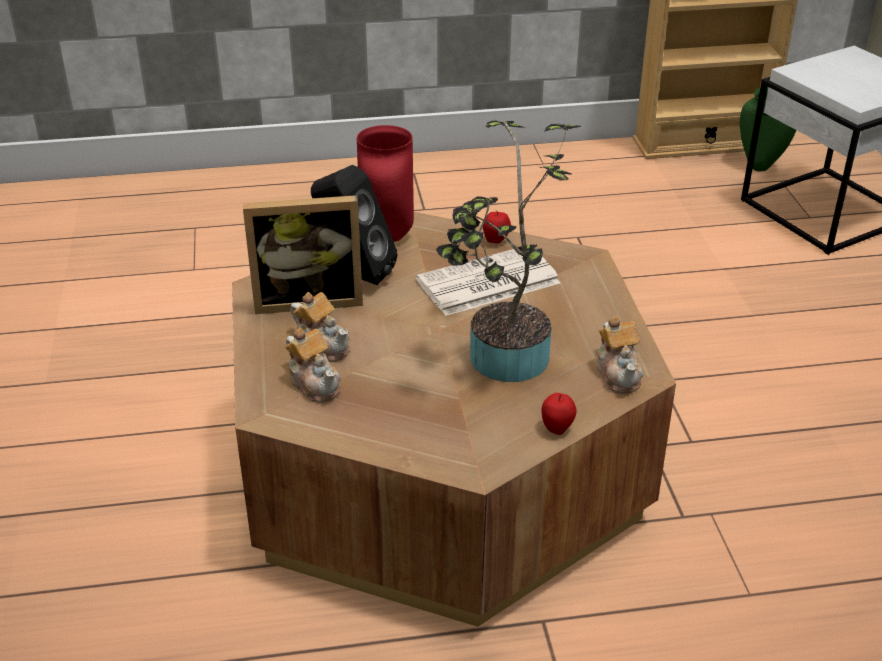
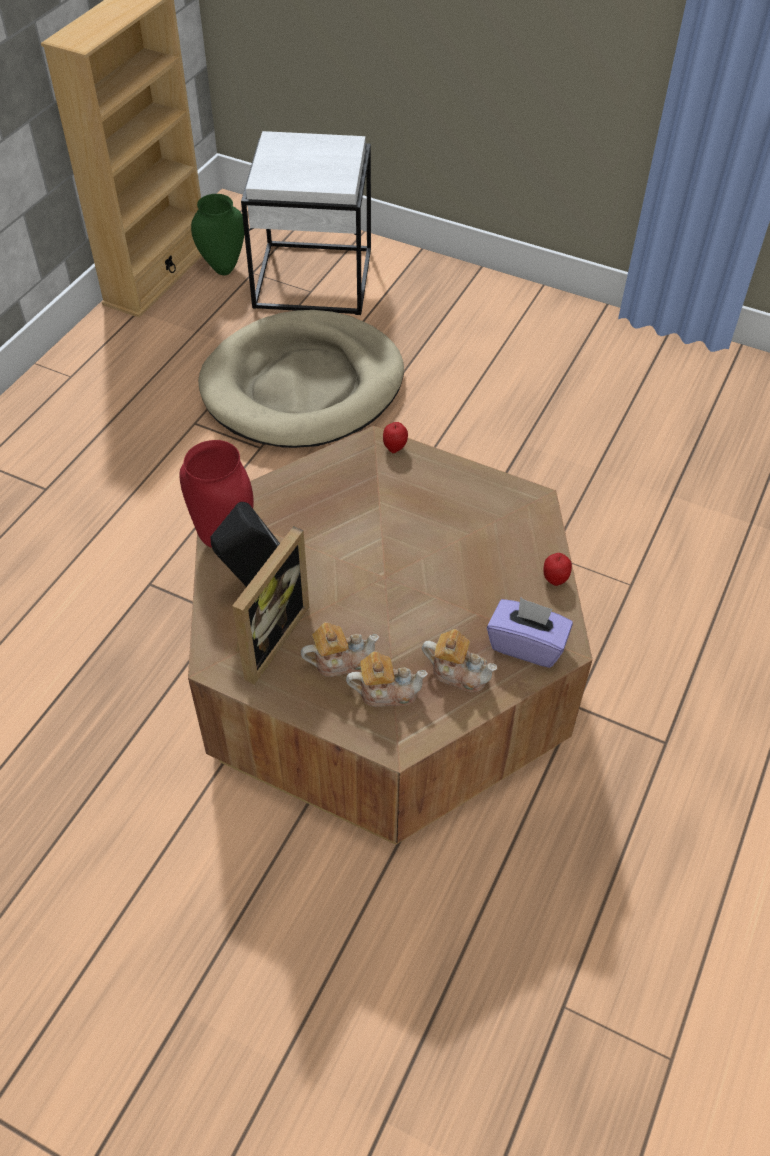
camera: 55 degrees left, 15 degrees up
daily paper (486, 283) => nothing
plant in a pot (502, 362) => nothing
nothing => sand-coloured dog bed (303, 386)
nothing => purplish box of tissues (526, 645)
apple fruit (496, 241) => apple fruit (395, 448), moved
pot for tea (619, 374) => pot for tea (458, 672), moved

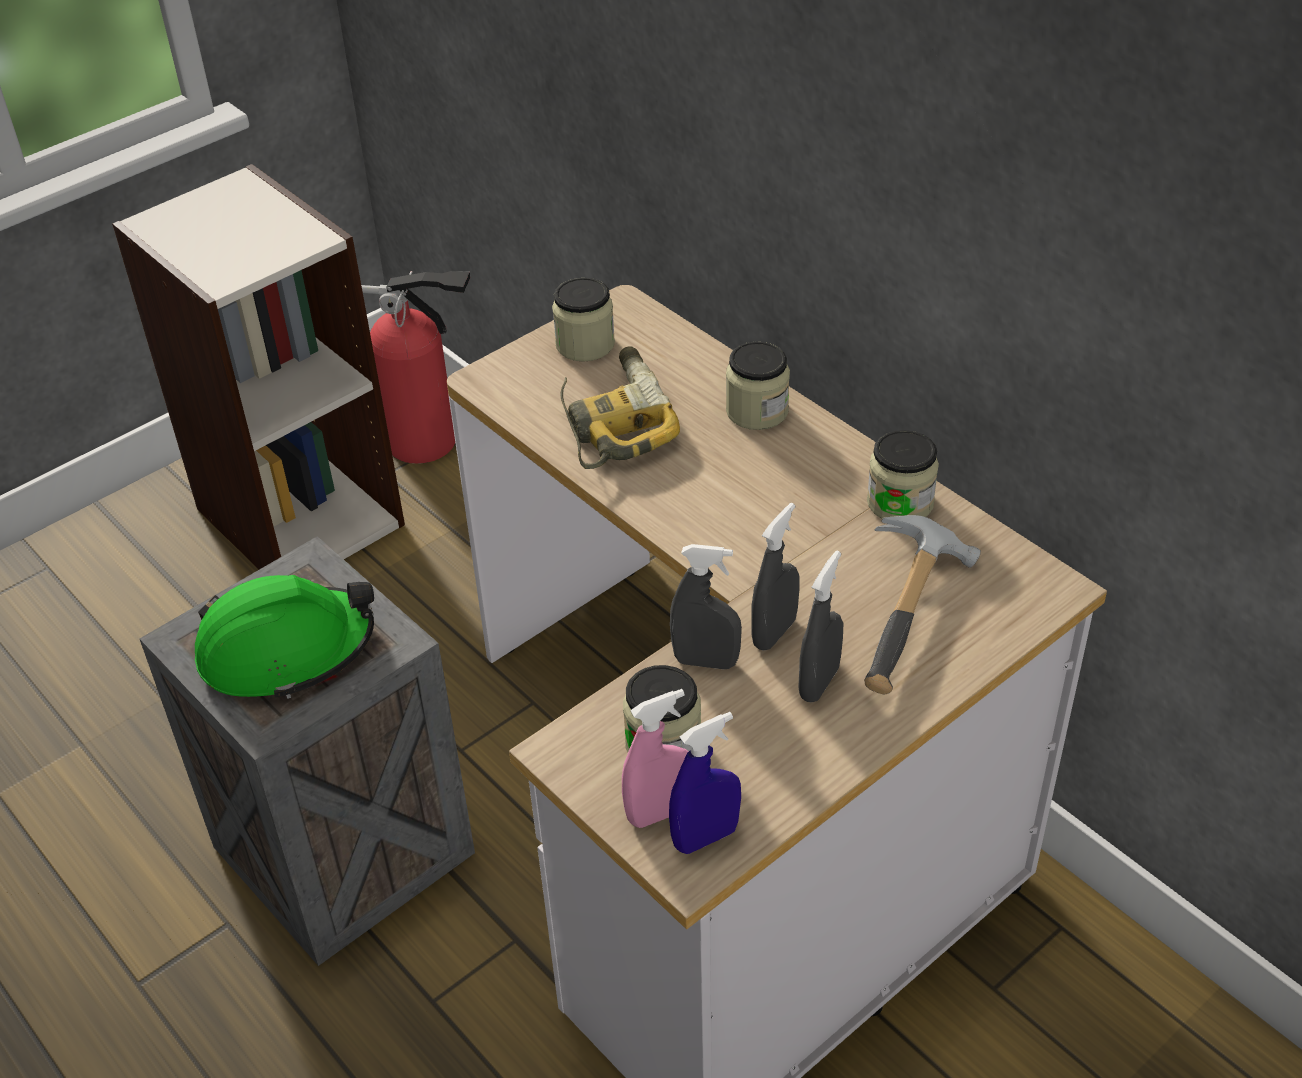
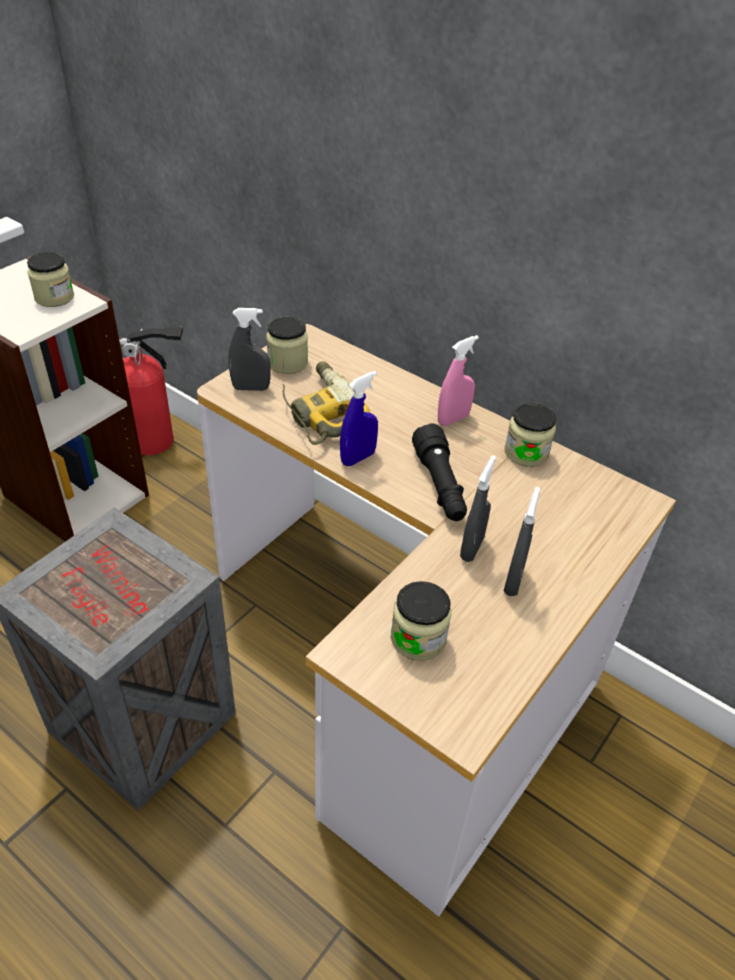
camera: 15 degrees left, 0 degrees up
green hard hat (287, 650) => nothing
tool hammer (916, 616) => nothing
nothing => blackish hand torch (440, 486)
pink-coloured spray bottle (660, 813) => pink-coloured spray bottle (453, 419), moved
blue-coloured spray bottle (705, 837) => blue-coloured spray bottle (358, 458), moved
greyish spray bottle (706, 661) => greyish spray bottle (251, 388), moved
jar (757, 411) => jar (54, 297), moved

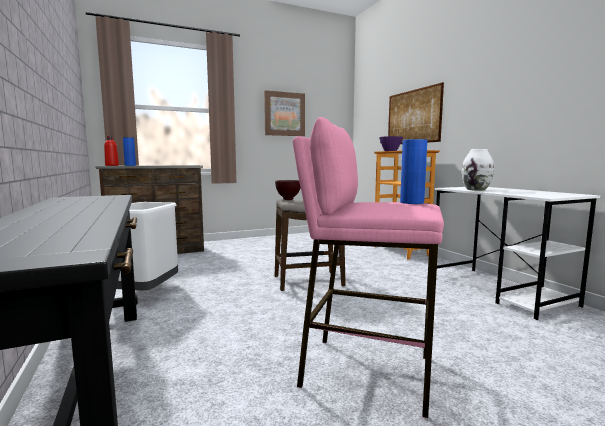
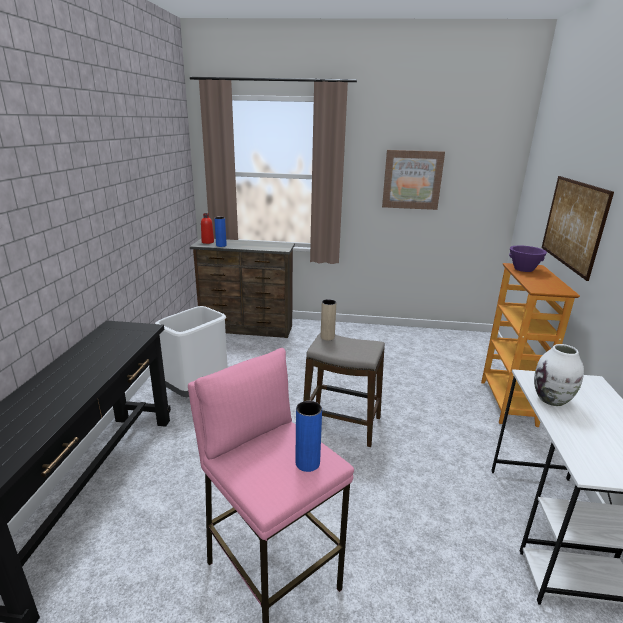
camera: 30 degrees right, 15 degrees up
brown-coloured bowl (288, 199) => sand-coloured flower vase (327, 337)

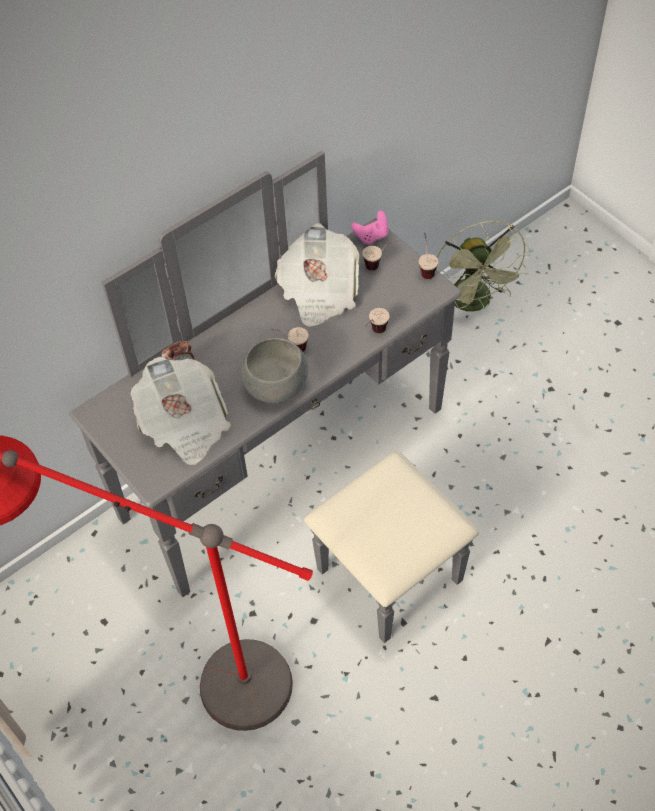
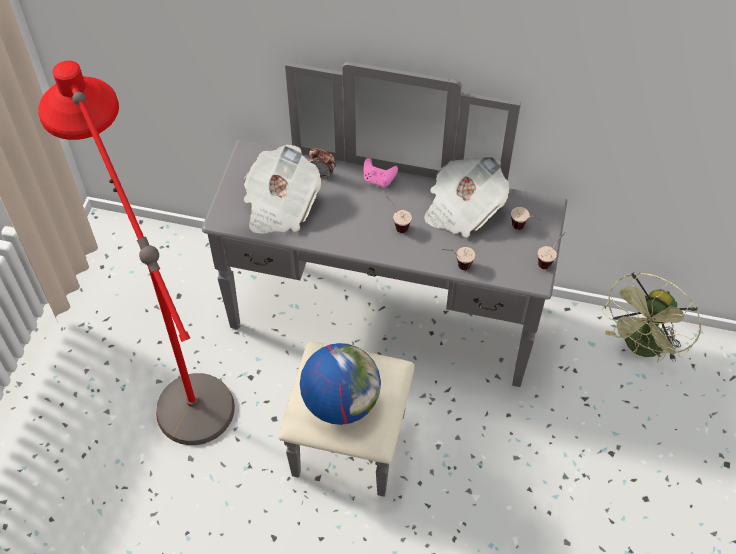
camera: 50 degrees right, 0 degrees up
greyish bowl (276, 386) => nothing
nothing => desk globe (341, 402)
pink-coloured joypad (371, 236) => pink-coloured joypad (378, 180), moved

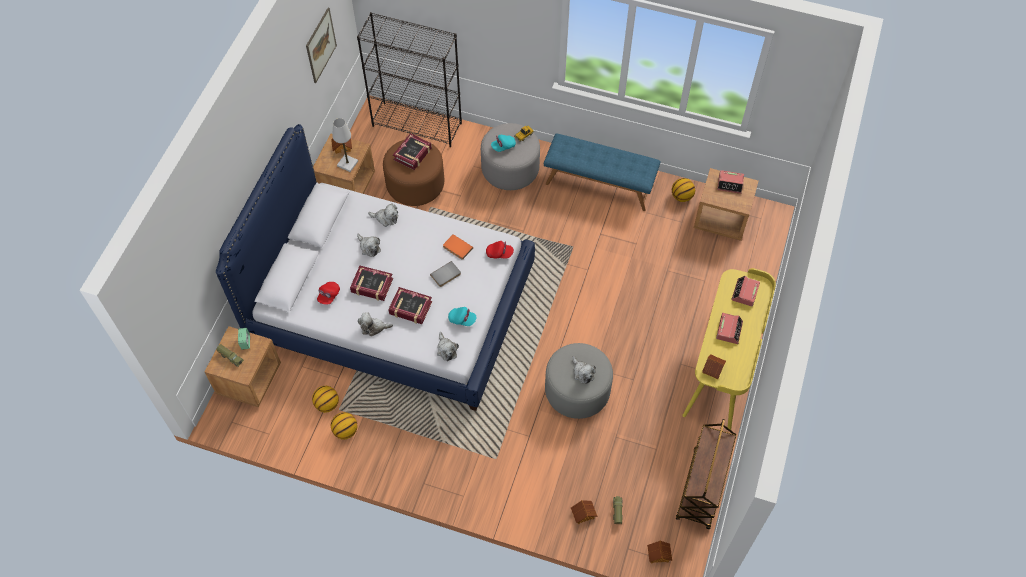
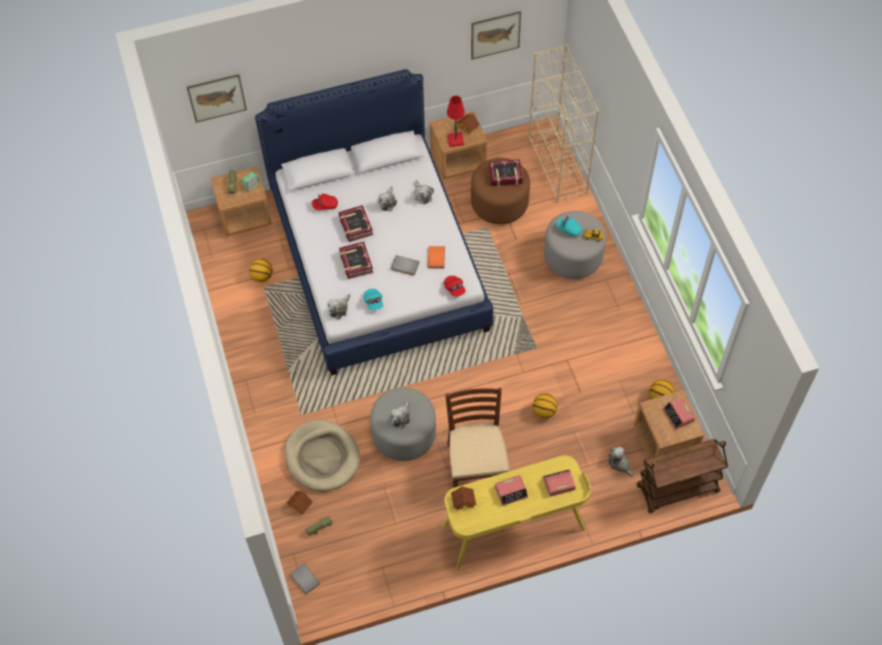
camera: 55 degrees right, 0 degrees up
blue-coloured indoor bench (599, 184) => nothing
nothing => wall art (217, 98)
nothing => sand-coloured dog bed (322, 457)
nothing => brown-coloured chair (476, 466)
basketball ball (345, 431) => basketball ball (544, 411), moved
soft toy (373, 327) => soft toy (619, 464), moved
brown-coloured trolley (701, 489) => brown-coloured trolley (677, 489), moved
model house (658, 555) => greyish book (304, 580)
whitish table lamp (347, 163) => red-coloured table lamp (455, 140)
blackish shelving unit (417, 124) => sand-coloured shelving unit (558, 166)

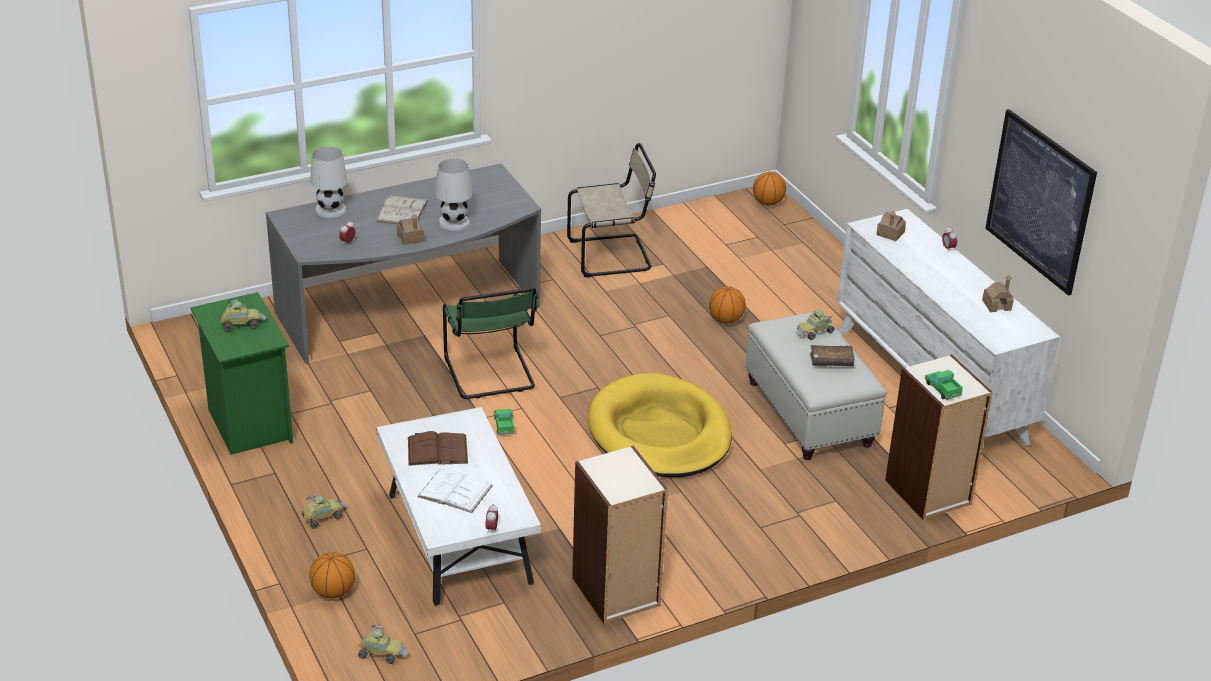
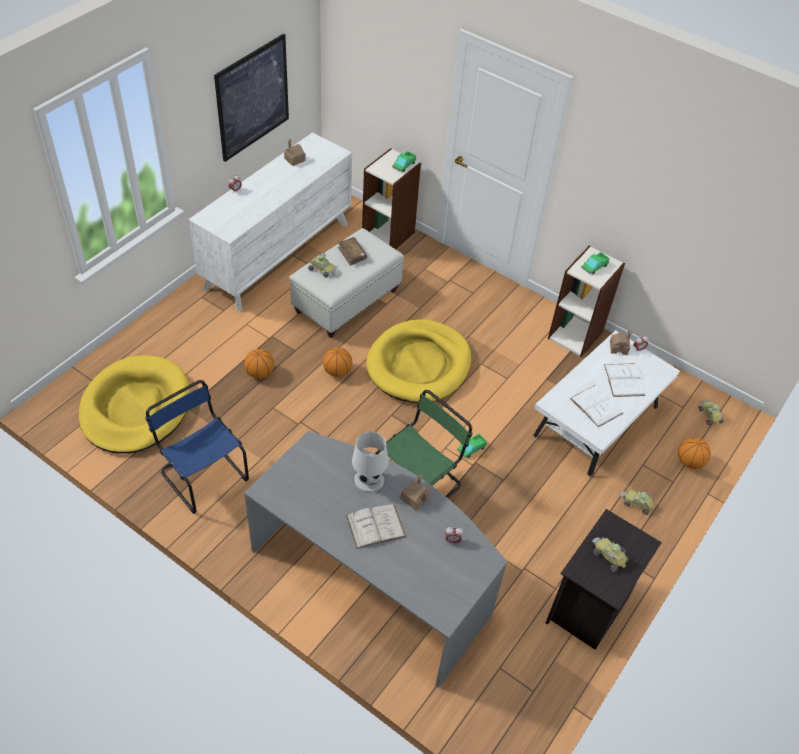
camera: 120 degrees left, 15 degrees up
whitish table lamp (331, 209) => nothing
nothing => yellow dog bed (136, 408)
nothing => toy truck (594, 267)
basketball ball (768, 203) => basketball ball (337, 371), moved
model house (890, 233) => model house (618, 348), moved
green nightstand (248, 424) => blackish nightstand (588, 609)
brown-coloured book (437, 450) => whitish book (596, 406)
sand-coloured chair (612, 255) => blue-coloured chair (202, 474)

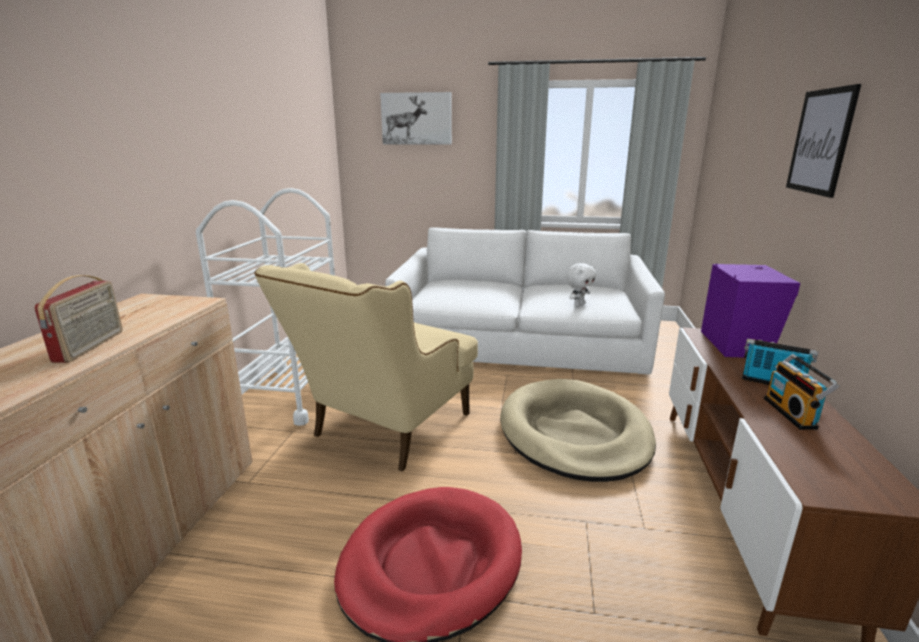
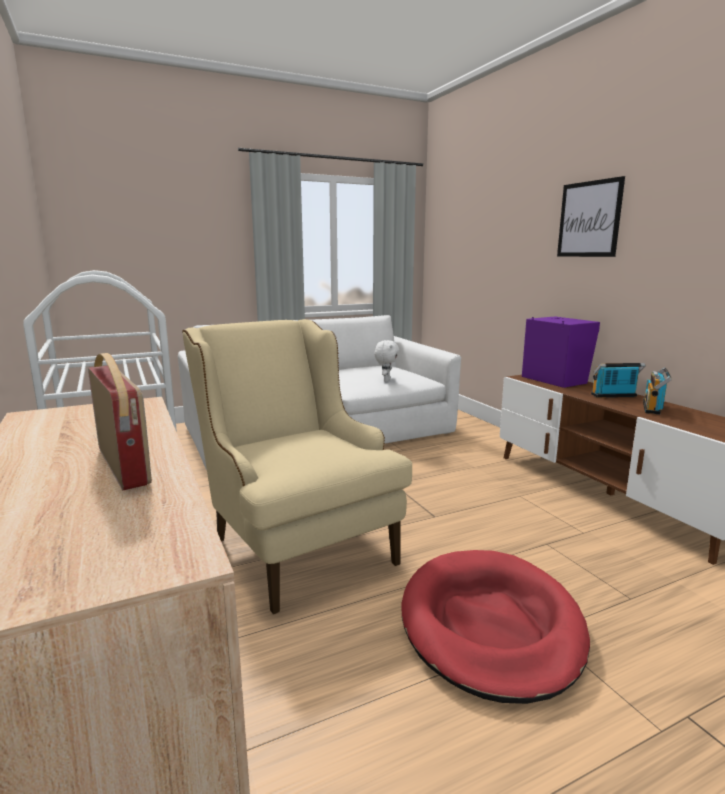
camera: 35 degrees left, 5 degrees down
wall art (416, 119) => nothing
sand-coloured dog bed (574, 434) => nothing
sand-coloured armchair (383, 432) => sand-coloured armchair (295, 541), 150 degrees clockwise
radio receiver (792, 413) => radio receiver (654, 408), 60 degrees clockwise

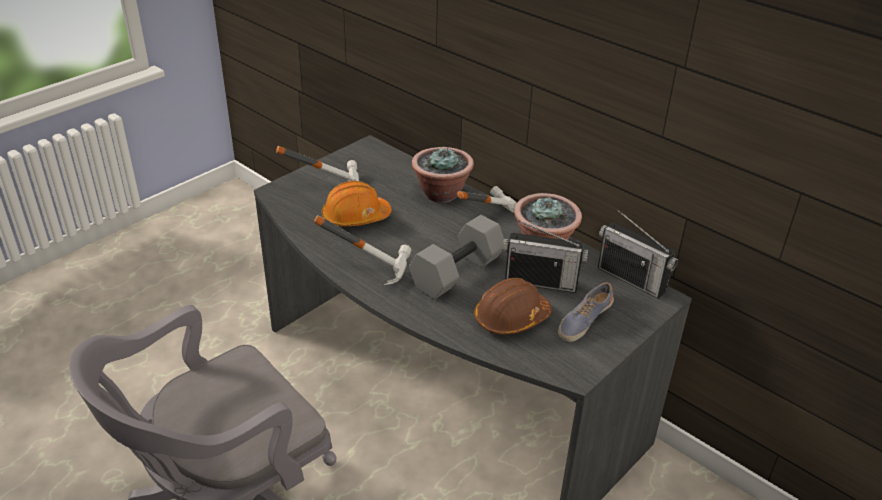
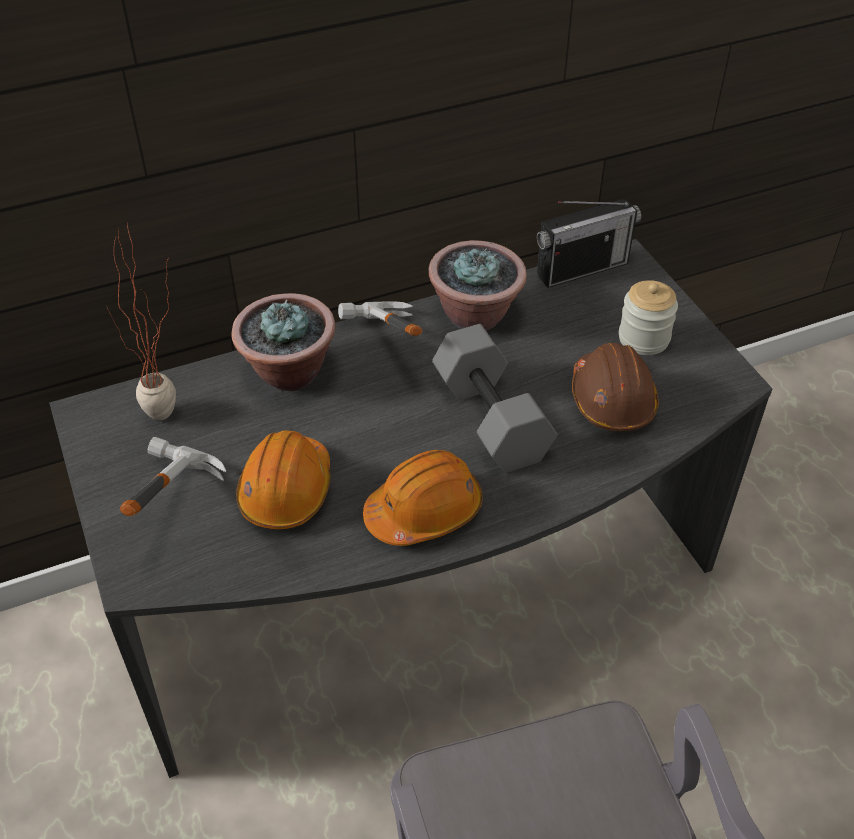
camera: 65 degrees left, 10 degrees up
radio receiver (541, 282) => nothing
nothing => plant in a pot (171, 419)
tool hammer (369, 265) => orangey hard hat (424, 511)
item of footwear (583, 321) => jar (643, 338)

